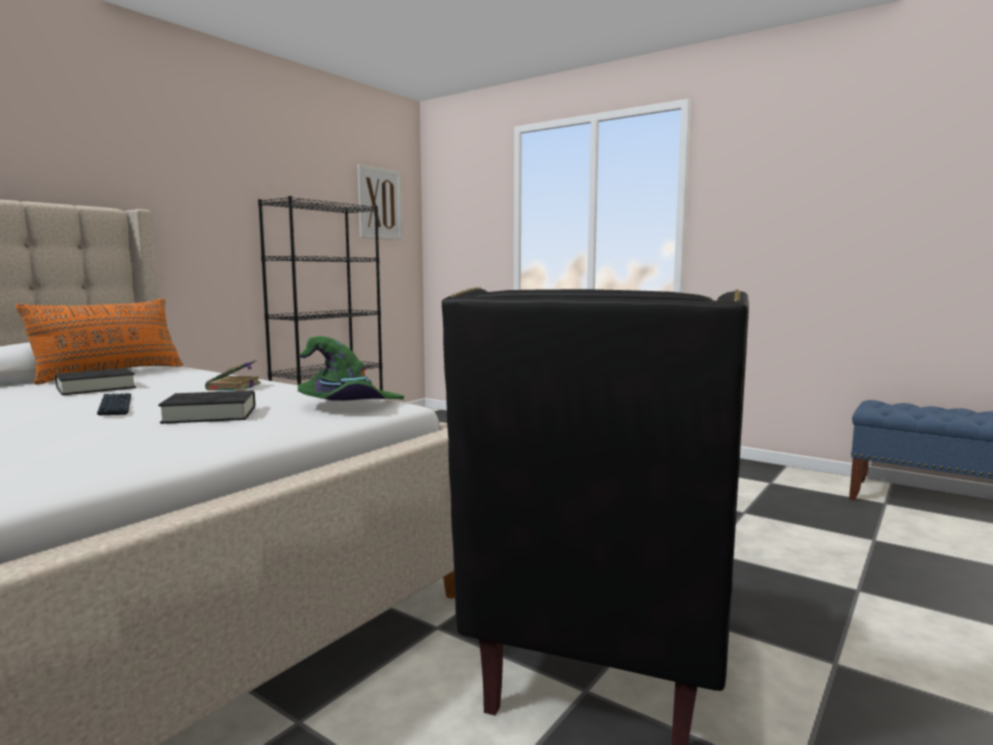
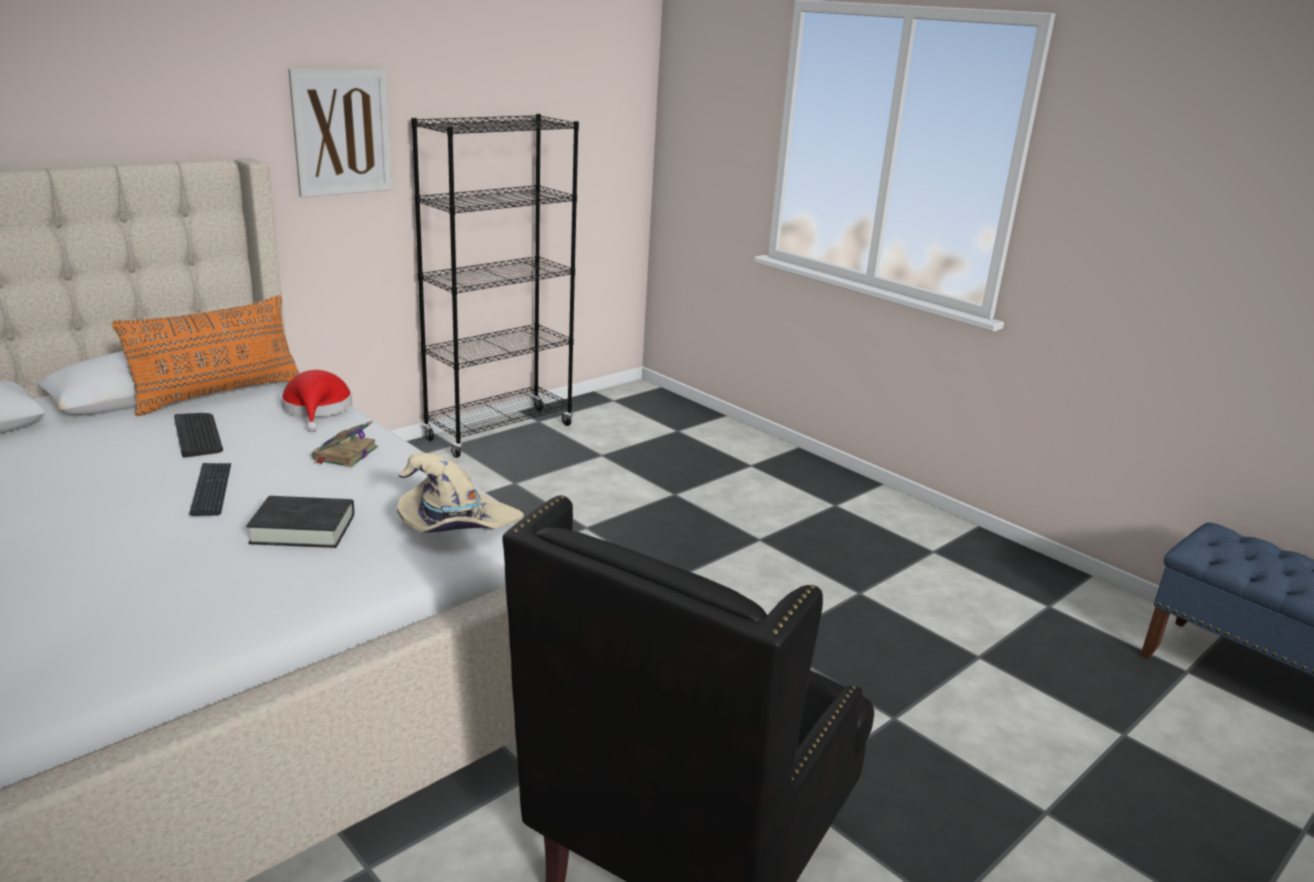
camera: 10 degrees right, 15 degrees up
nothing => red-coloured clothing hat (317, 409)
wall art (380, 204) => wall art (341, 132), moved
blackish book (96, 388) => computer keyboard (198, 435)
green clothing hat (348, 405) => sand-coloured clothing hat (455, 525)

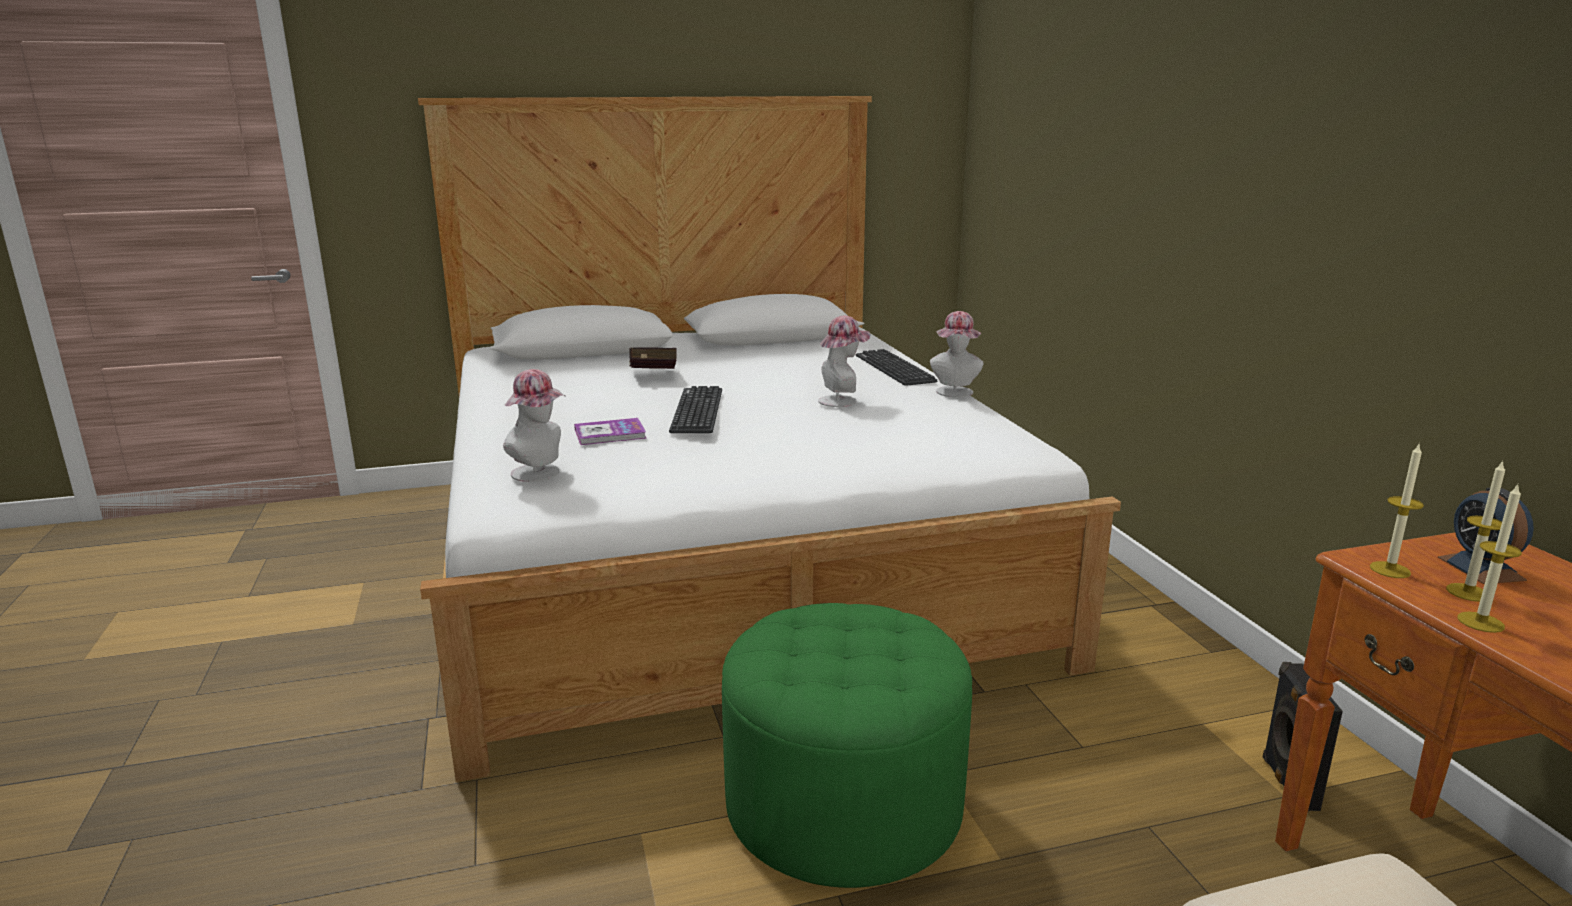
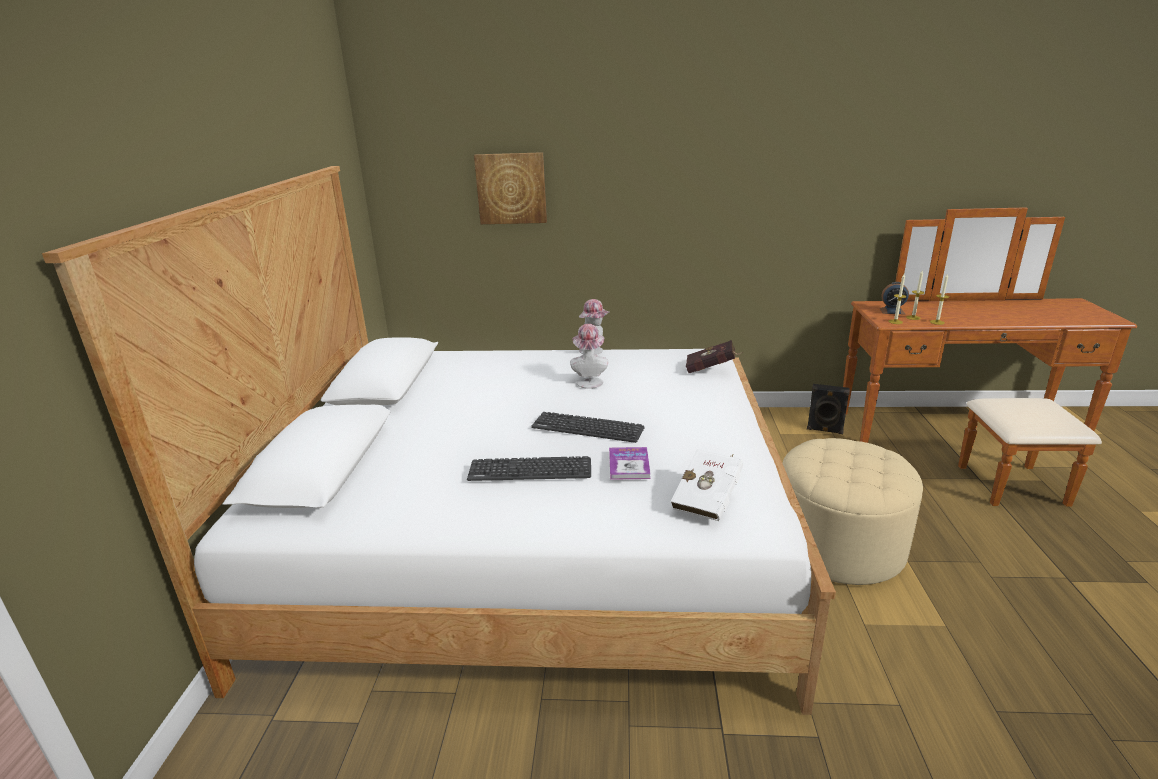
camera: 70 degrees left, 5 degrees up
nothing => wall art (511, 188)
red-coloured book (652, 377) => red-coloured book (712, 370), moved
computer keyboard (894, 369) => computer keyboard (530, 470), moved
clothing hat (541, 474) => whitish book (709, 499)
green ottoman (843, 805) => sand-coloured ottoman (838, 545)

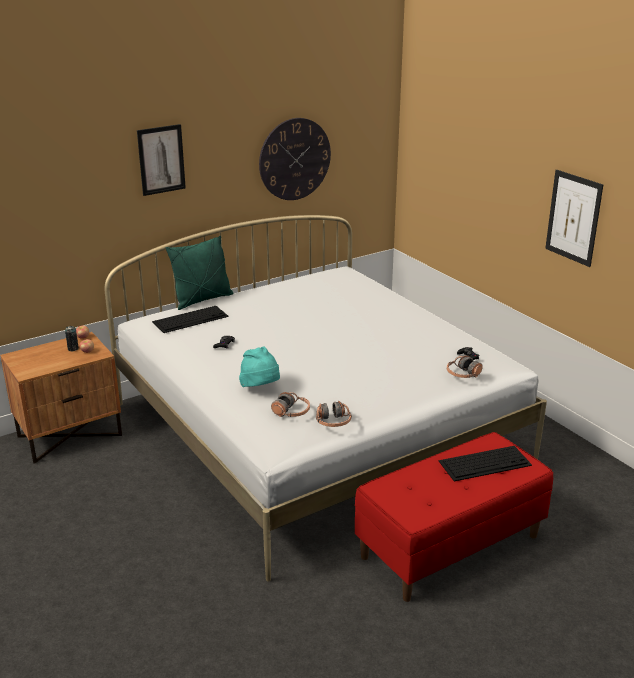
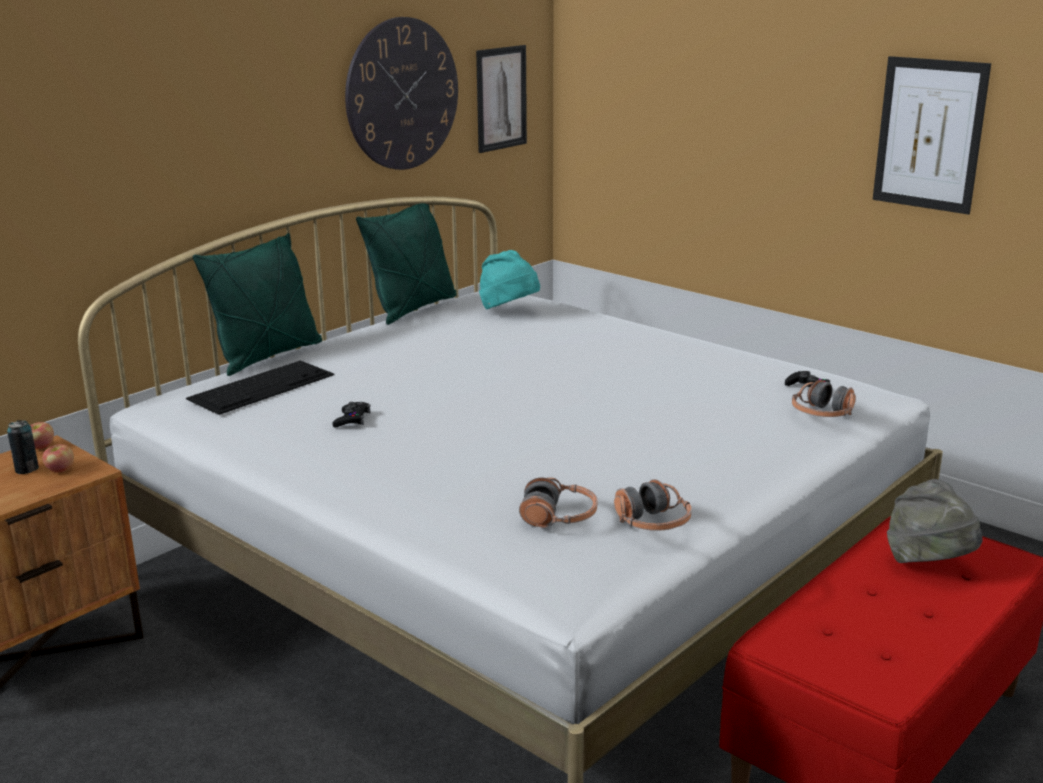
camera: 15 degrees left, 5 degrees down
nothing => green throw pillow (413, 308)
wall art (161, 159) => wall art (501, 98), moved
turquoise clothing hat (261, 388) => turquoise clothing hat (509, 311), moved
computer keyboard (485, 463) => greyish clothing hat (929, 564)

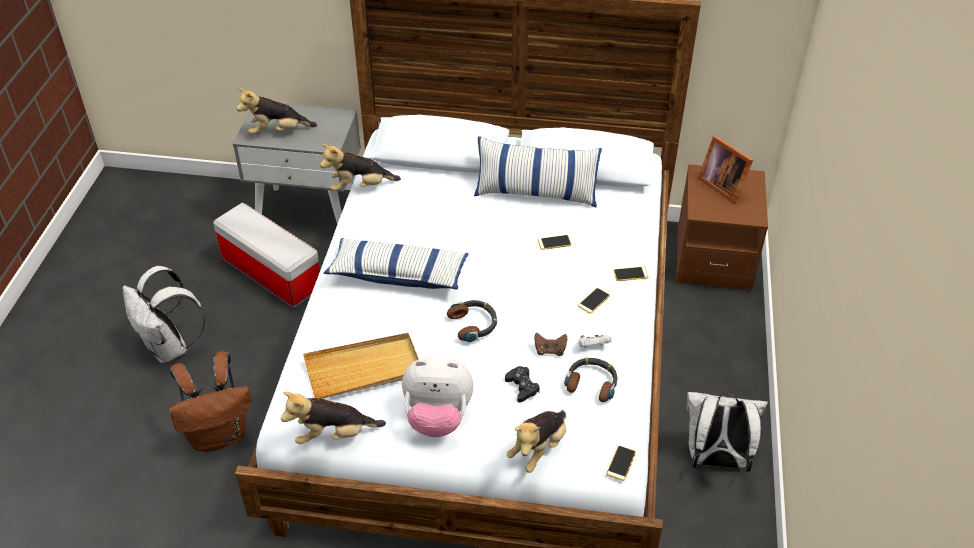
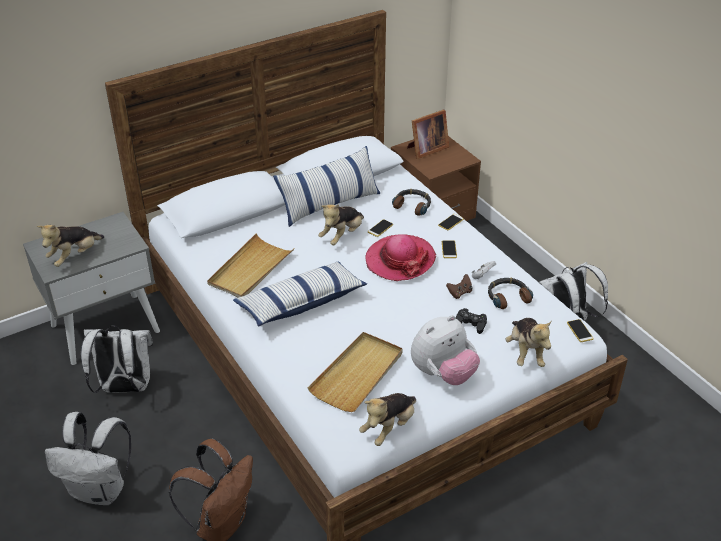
camera: 40 degrees left, 5 degrees down
nothing => sand-coloured carrying tray (250, 269)
nothing => clothing hat (400, 260)
soft toy (360, 187) => soft toy (342, 236), moved
headphones (474, 324) => headphones (412, 205), moved
storage box (270, 273) => whitish backpack (124, 388)
picture frame (722, 185) => picture frame (426, 149), 45 degrees counterclockwise

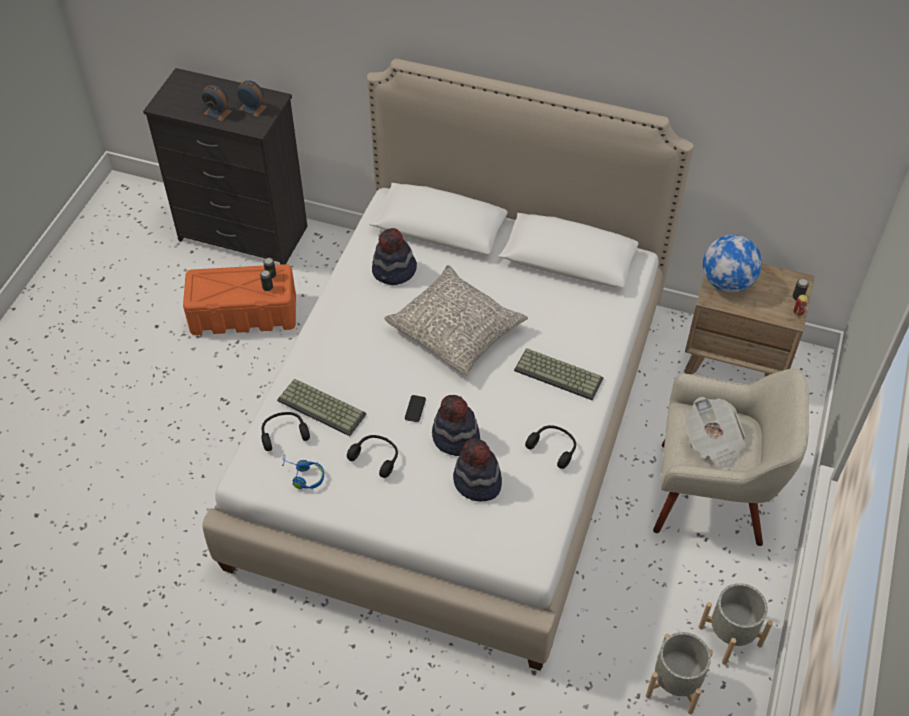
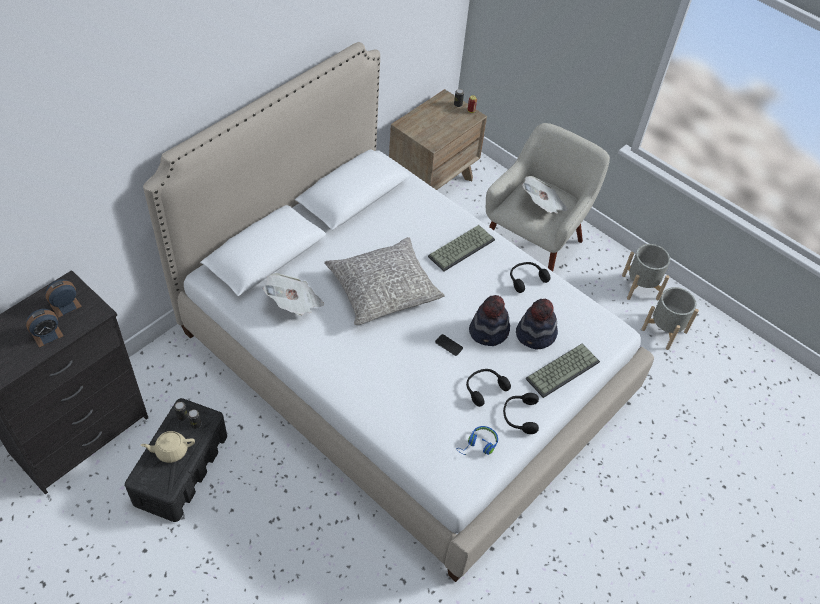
camera: 70 degrees left, 0 degrees up
desk globe (727, 282) => nothing
nothing => sand-coloured pot for tea (171, 451)
blackish headphones (284, 433) => blackish headphones (519, 416), moved
computer keyboard (323, 407) => computer keyboard (562, 369), moved
clothing hat (394, 271) => daily paper (294, 303)
orangey storage box (244, 313) => blackish storage box (181, 468)

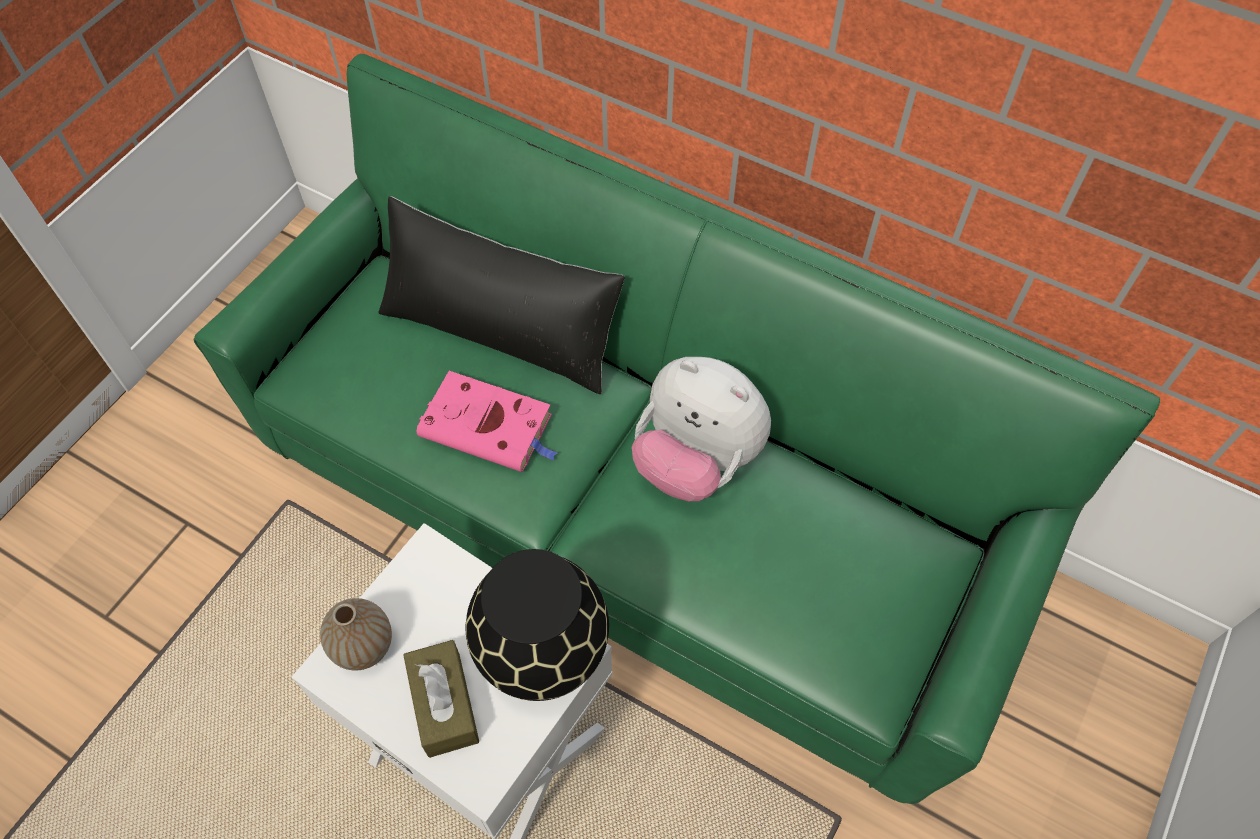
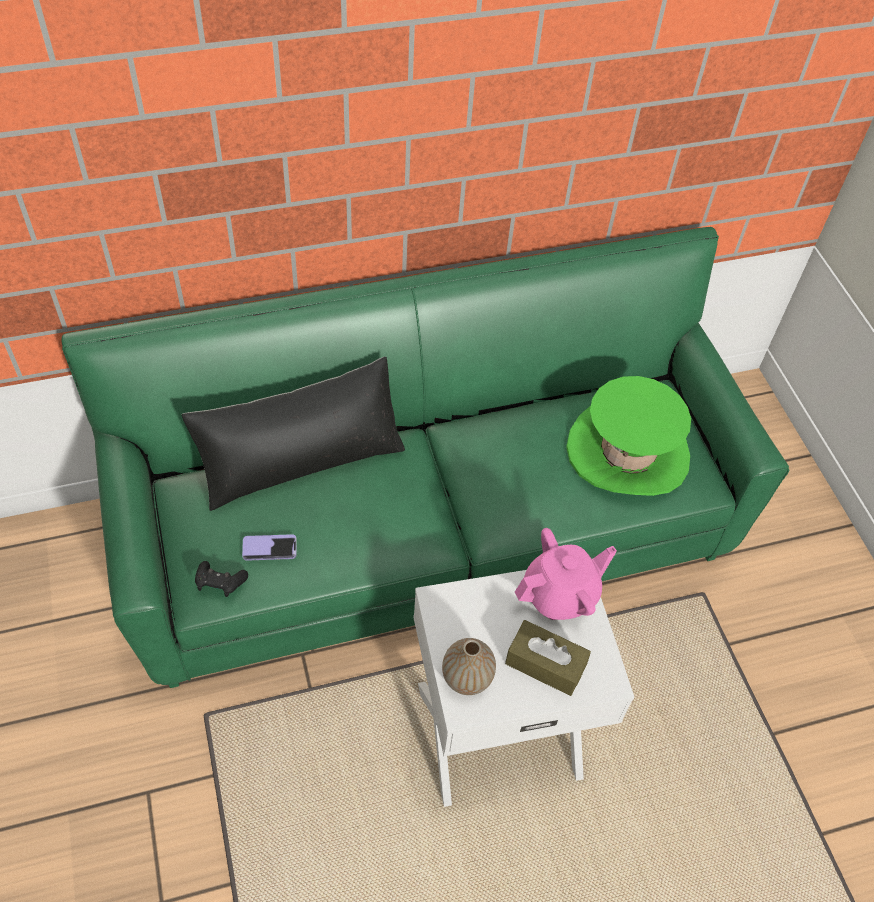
camera: 50 degrees left, 5 degrees down
pink-coloured book (490, 427) => nothing
soft toy (696, 460) => nothing
nothing => blackish joypad (220, 583)
nothing => handset (269, 548)
nothing => green clothing hat (627, 452)
blackish flower vase (541, 654) => pink-coloured pot for tea (560, 594)

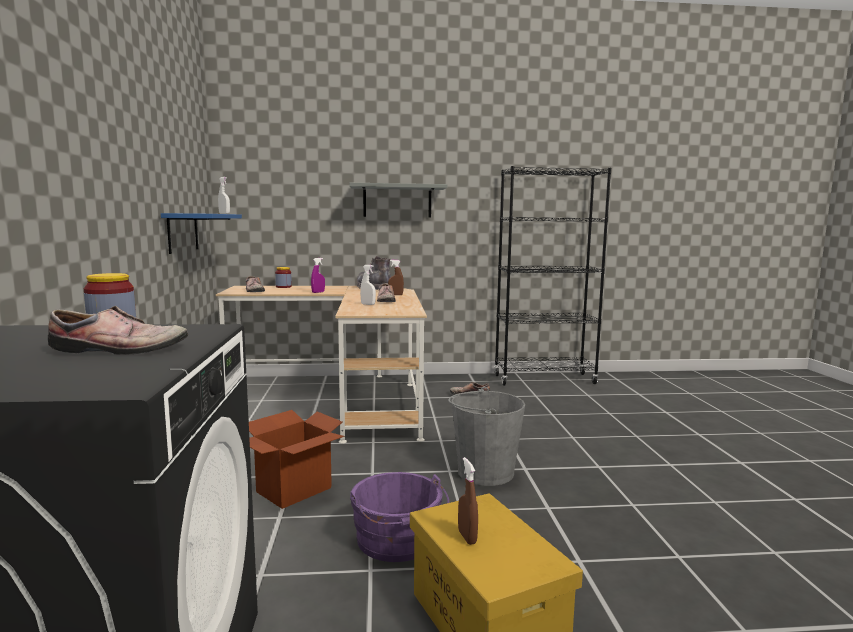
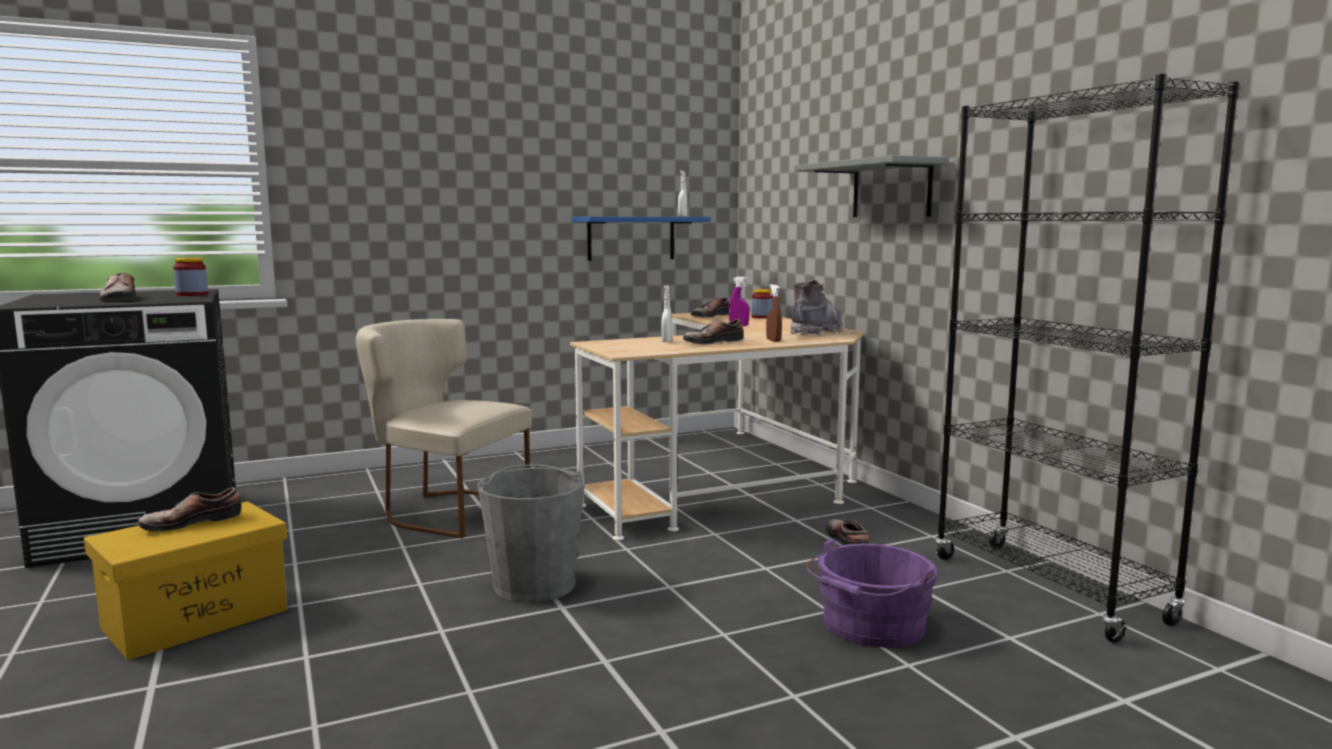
camera: 70 degrees right, 0 degrees up
purplish water bucket (398, 541) => purplish water bucket (870, 626), moved
carton (293, 490) => sand-coloured chair (445, 510)
brown-coloured spray bottle (467, 537) => item of footwear (191, 522)

